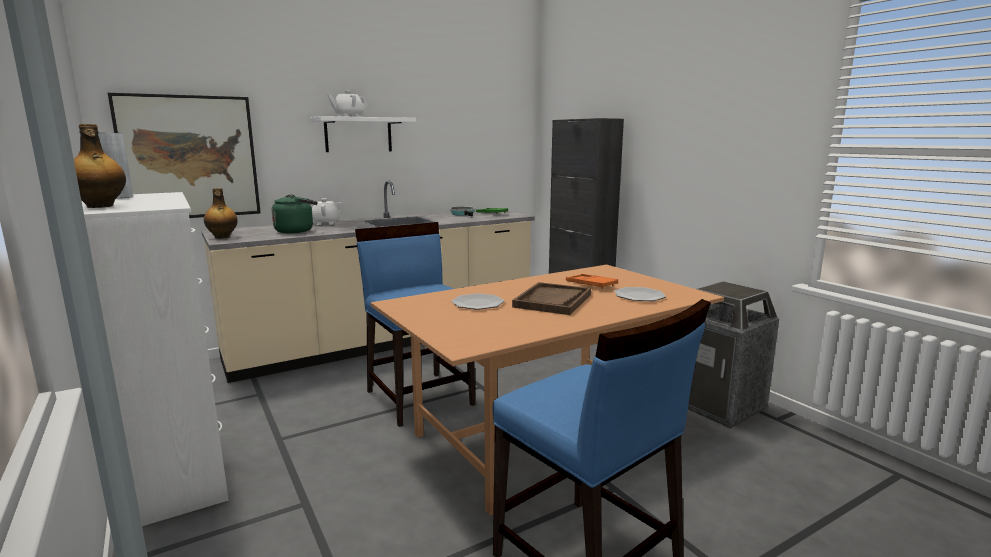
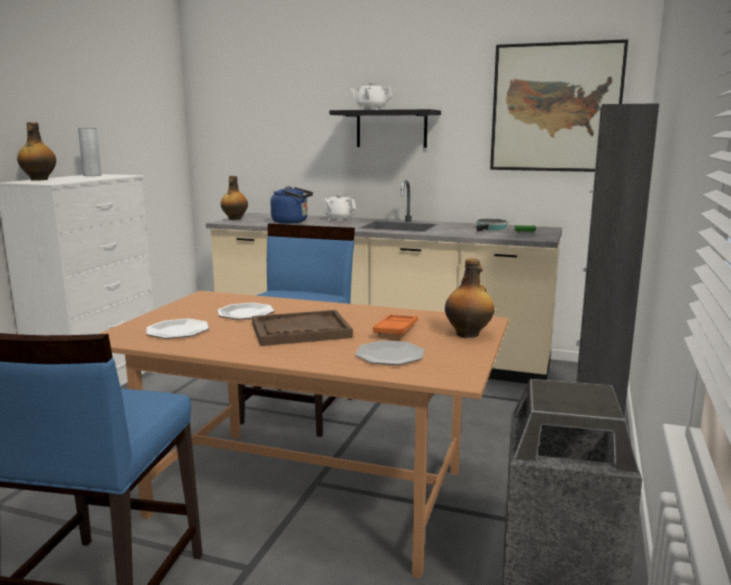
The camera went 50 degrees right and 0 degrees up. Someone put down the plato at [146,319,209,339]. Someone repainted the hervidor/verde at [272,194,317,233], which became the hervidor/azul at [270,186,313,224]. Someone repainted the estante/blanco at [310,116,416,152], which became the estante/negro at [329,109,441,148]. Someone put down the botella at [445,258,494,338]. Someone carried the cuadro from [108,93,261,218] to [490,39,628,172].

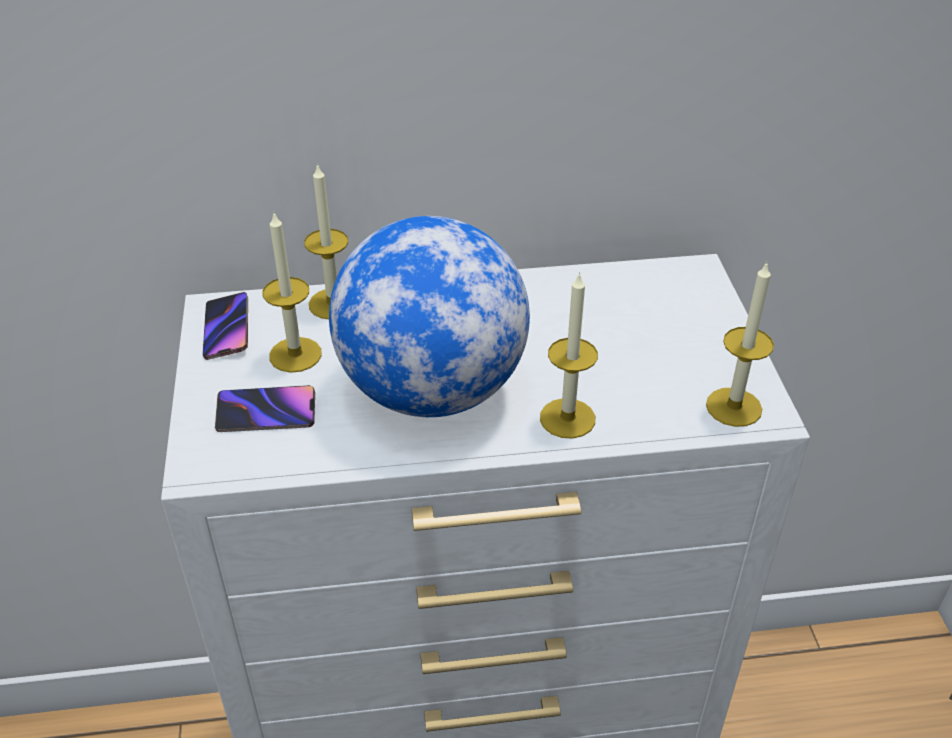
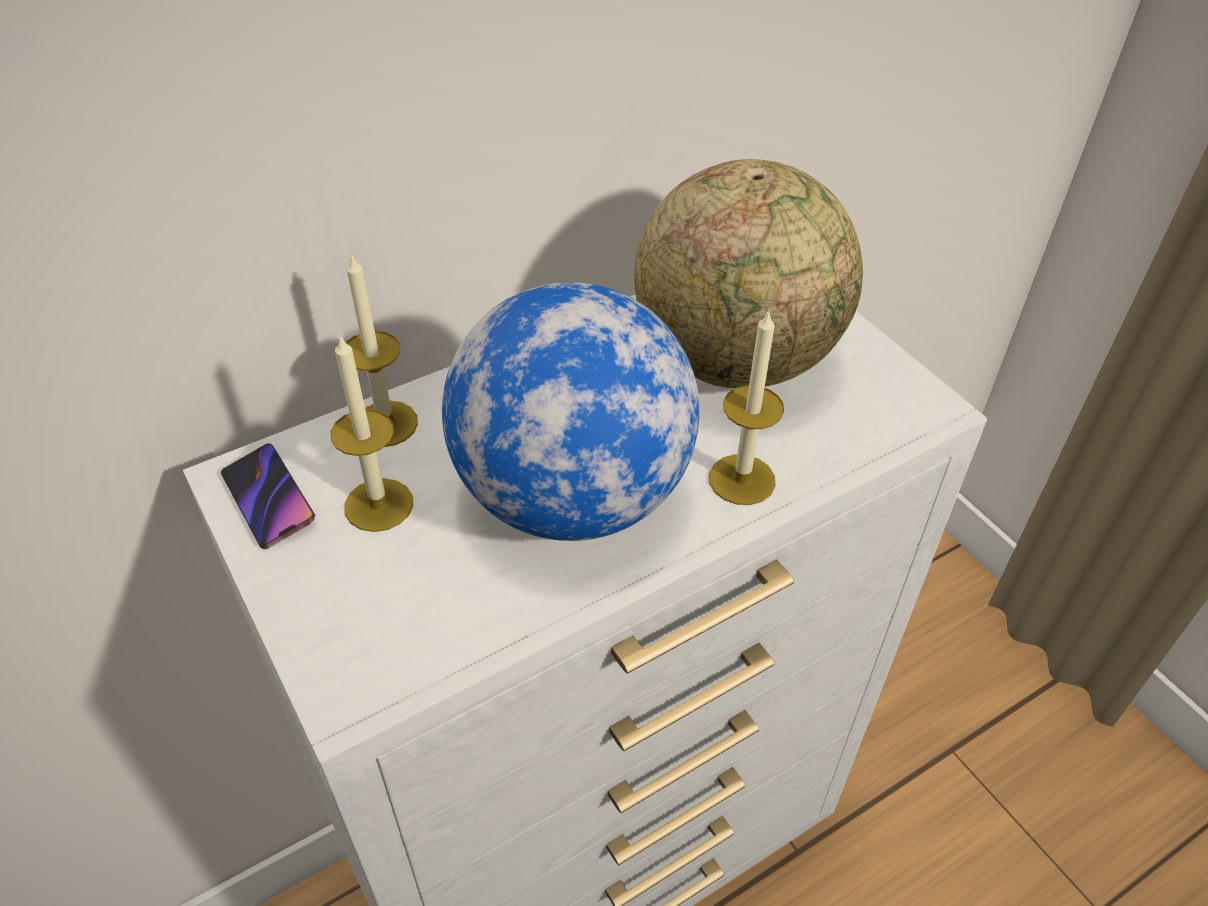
The camera went 25 degrees left and 5 degrees up. Someone put down the globo terráqueo at [634,159,863,388]. Someone took away the móvil at [215,385,315,432]. Someone took away the vela at [706,262,774,427].

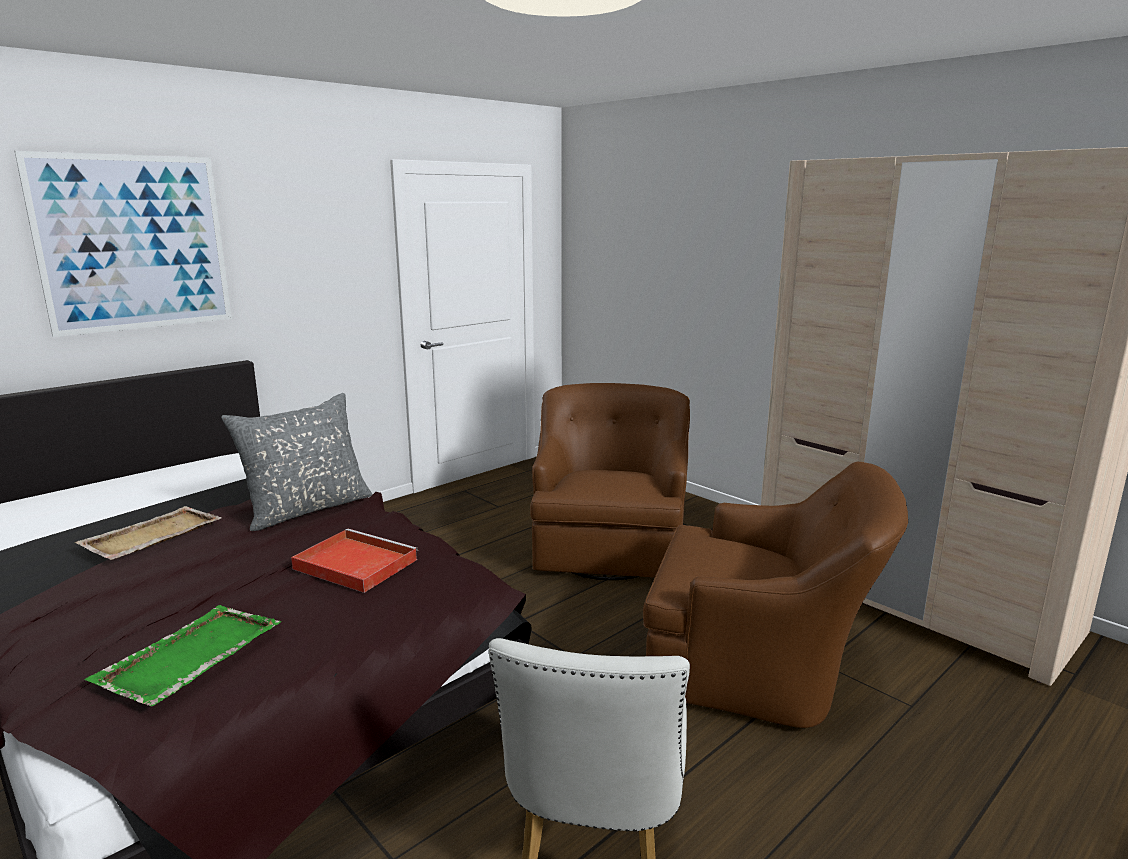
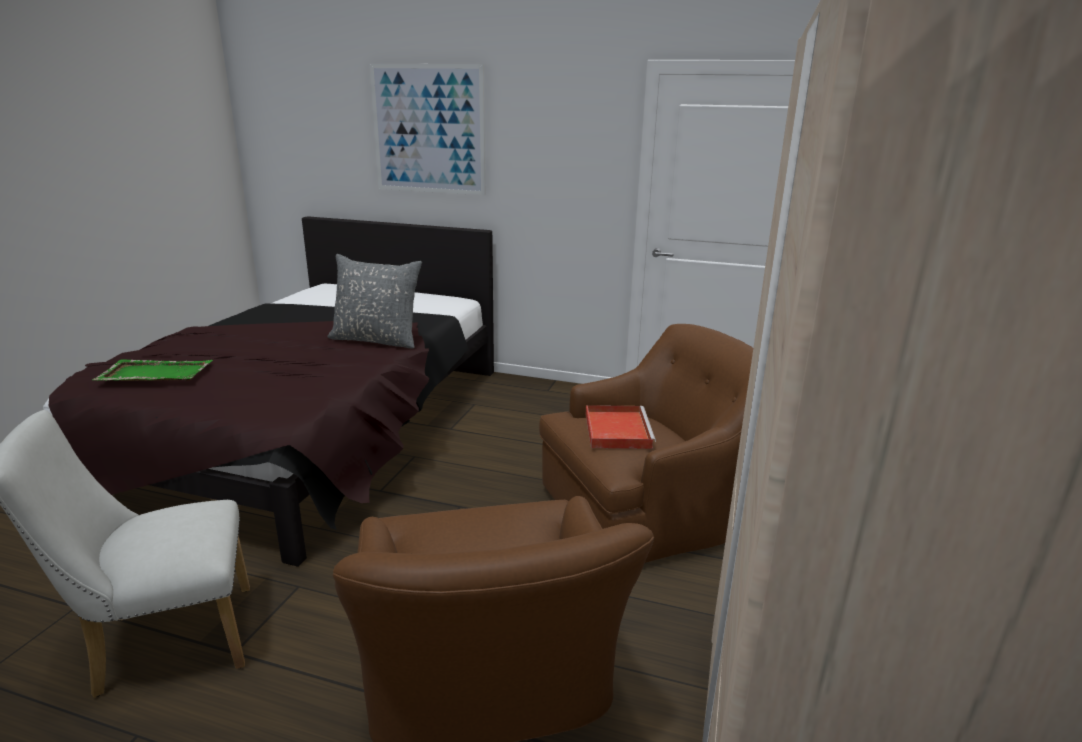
The camera went 60 degrees right and 5 degrees up. Someone carried the bandeja/rojo from [291,529,418,593] to [586,405,656,449]. Someone took away the bandeja/beis at [75,506,222,560].

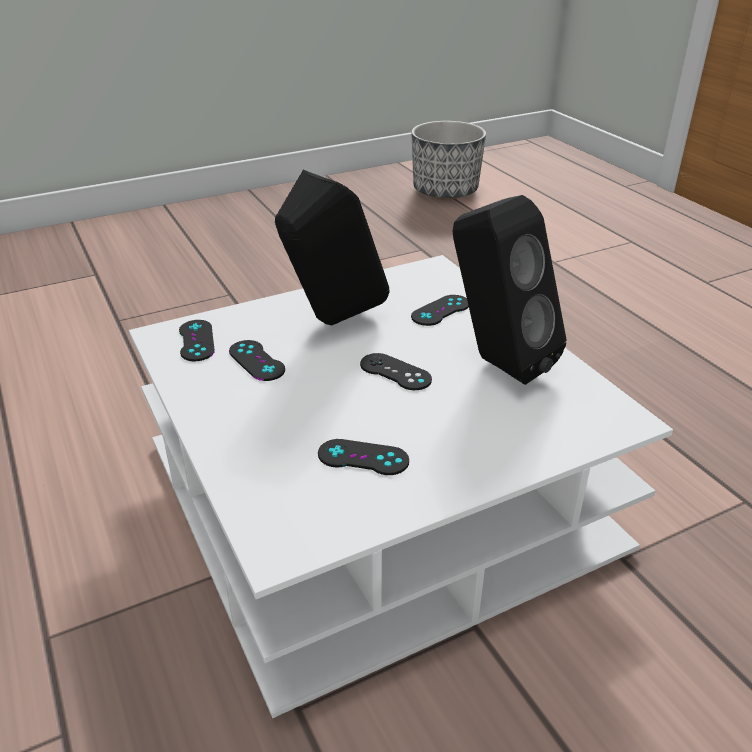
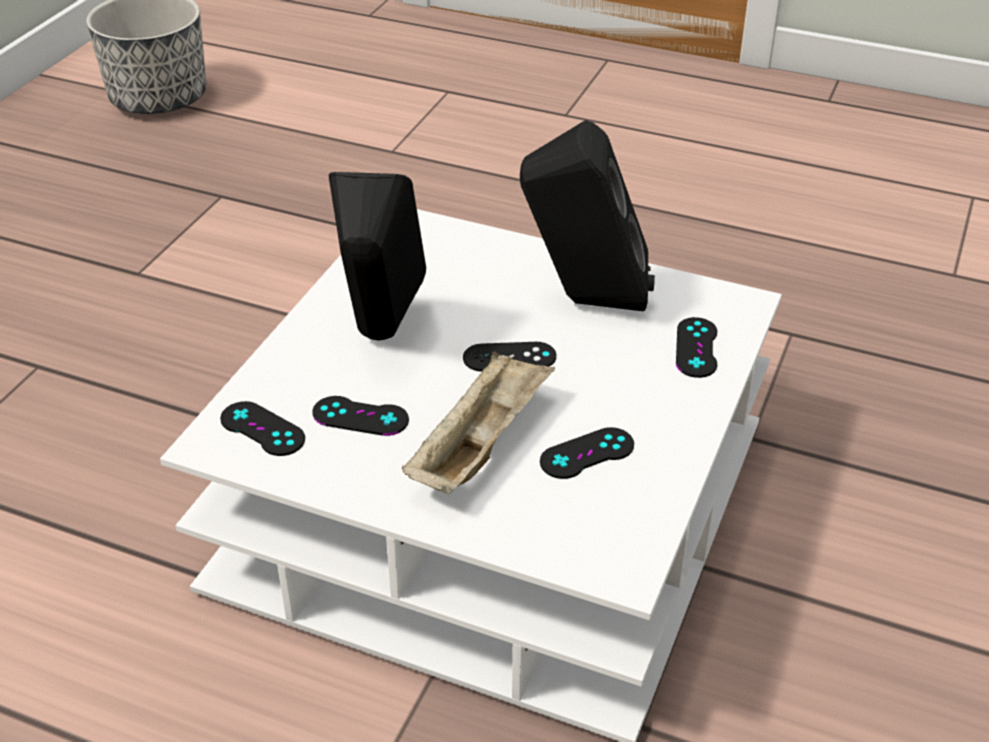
The camera went 40 degrees left and 5 degrees up. Someone put down the bandeja/beis at [402,351,555,494]. Someone carried the mando de consola/negro from [411,295,469,326] to [676,317,717,378].

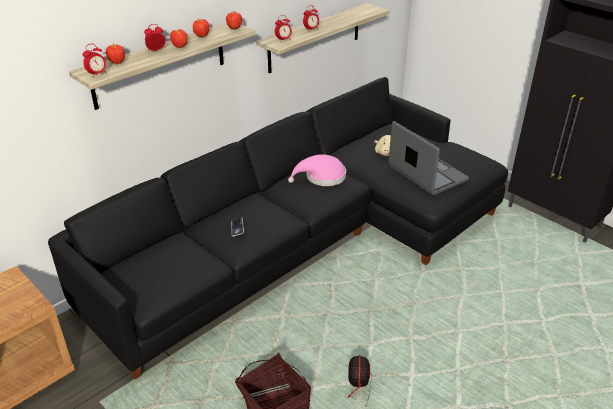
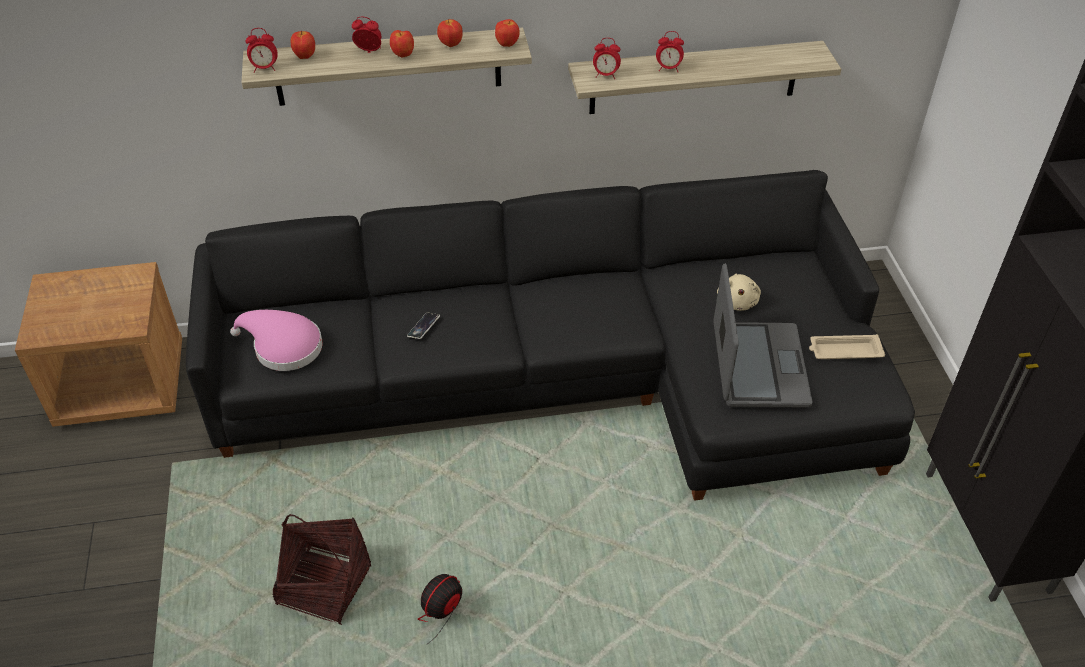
The camera went 35 degrees right and 10 degrees up. Someone carried the sombrero/rosa from [288,154,346,186] to [230,310,322,371]. Someone put down the bandeja/beis at [809,334,885,359].

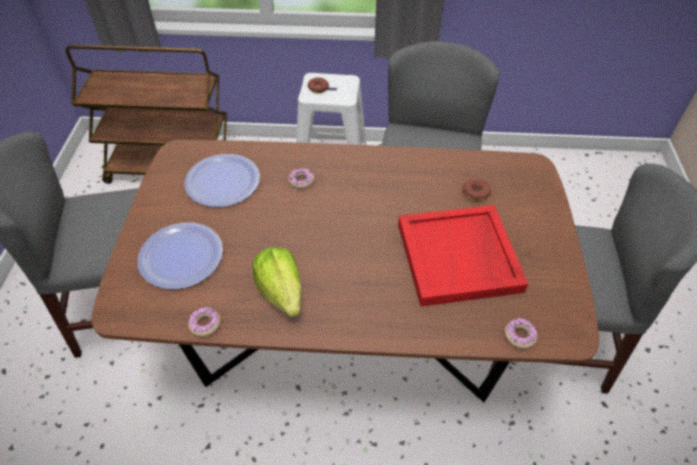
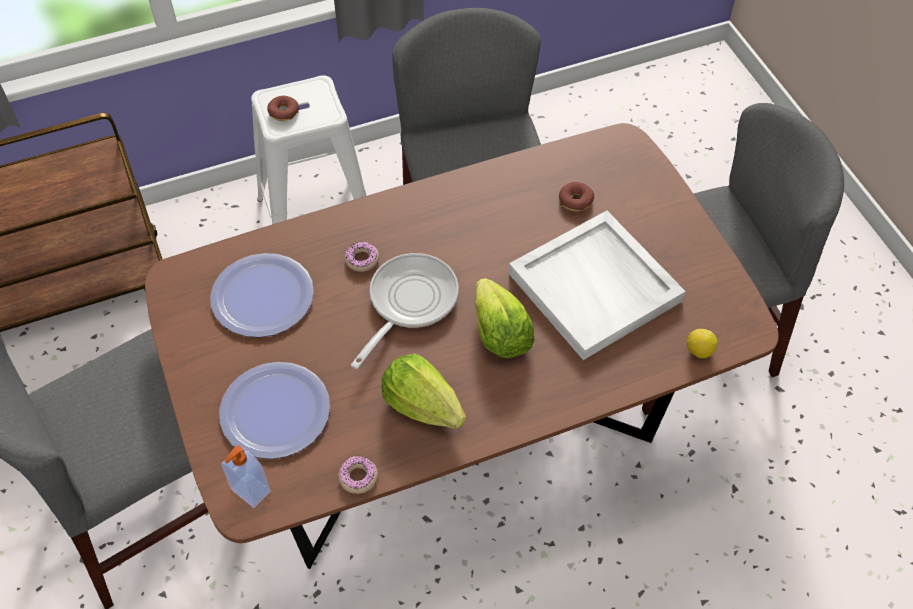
The camera went 25 degrees left and 5 degrees up. Someone put down the dispensador de jabón at [221,445,271,508]. Someone put down the sartén at [351,253,459,369]. Someone put down the lechuga at [475,278,535,358]. Someone repainted the bandeja/rojo at [398,205,528,307], which became the bandeja/blanco at [509,211,685,360]. Someone swapped the rosquilla at [505,318,538,349] for the limón at [687,329,718,358].

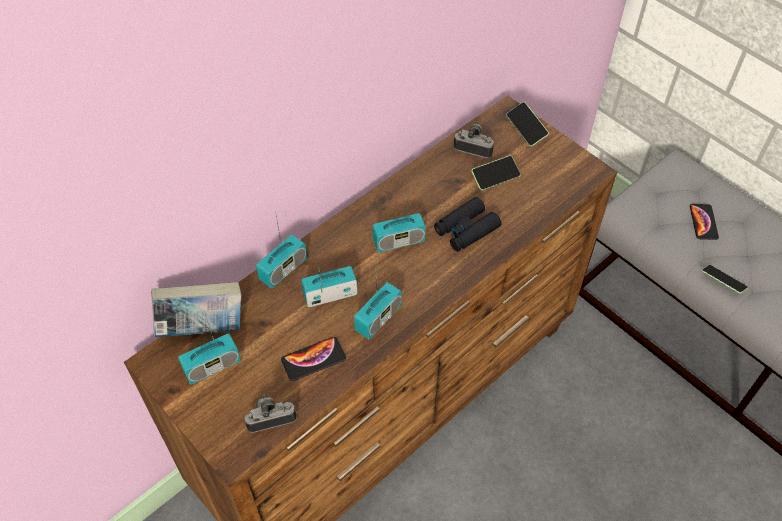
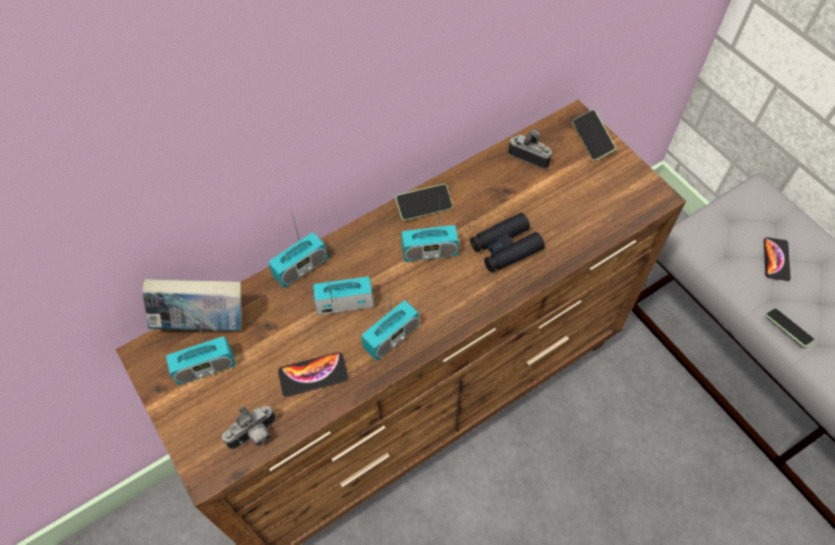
The camera went 10 degrees right and 5 degrees up. Someone rotated the cámara at [244,394,296,433] by 150 degrees clockwise. Someone carried the móvil from [471,155,521,190] to [395,184,453,221].

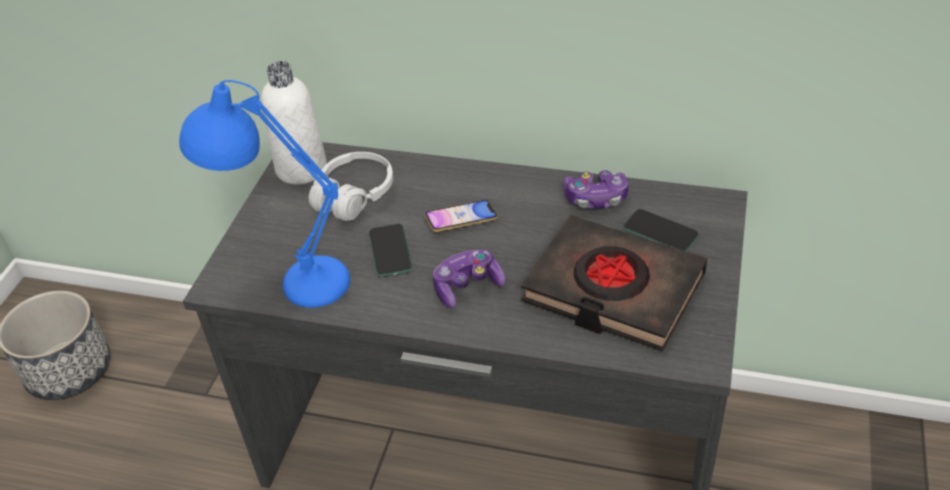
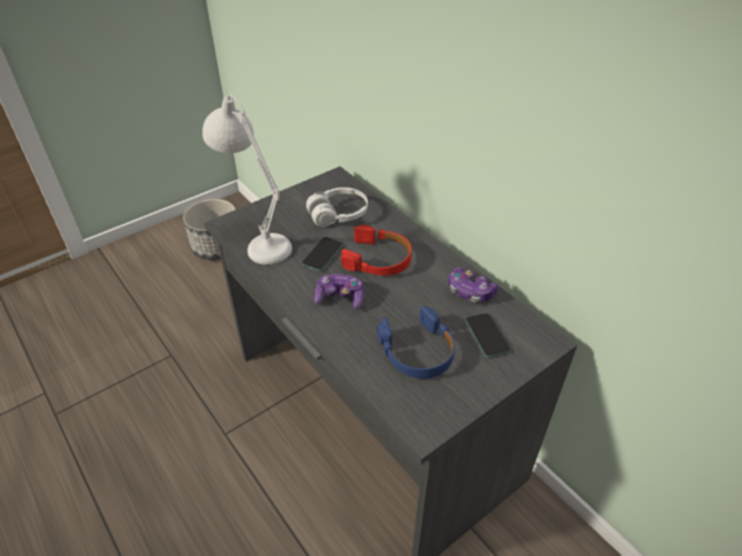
The camera went 35 degrees right and 0 degrees up. Someone repainted the lámpara de mesa/azul at [179,80,350,308], which became the lámpara de mesa/blanco at [202,94,292,265]. Someone swapped the móvil at [424,200,498,232] for the auriculares/rojo at [341,225,412,276]. Someone swapped the libro/negro at [521,215,707,351] for the auriculares/azul at [377,306,455,379]. Someone took away the botella/blanco at [261,61,327,185].

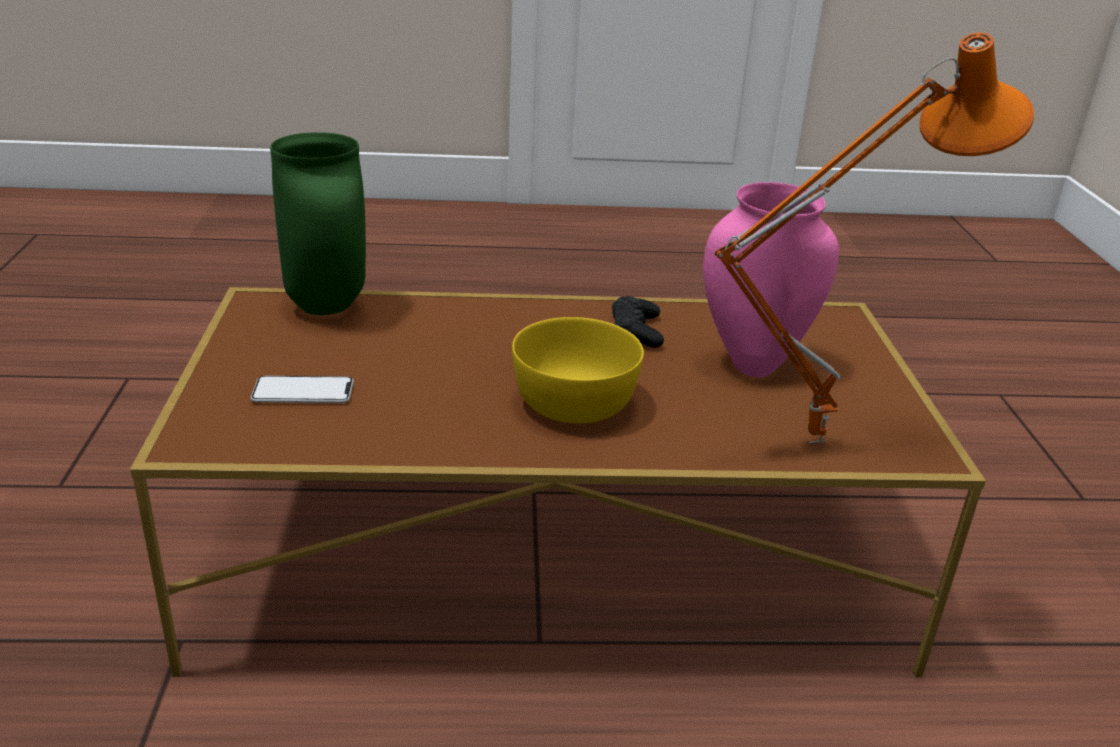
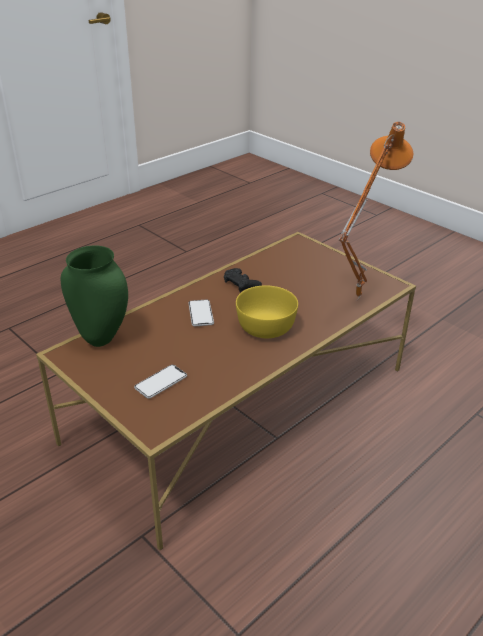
The camera went 40 degrees left and 5 degrees up. Someone put down the móvil at [188,299,214,326]. Someone took away the florero/rosa at [703,182,839,378].

